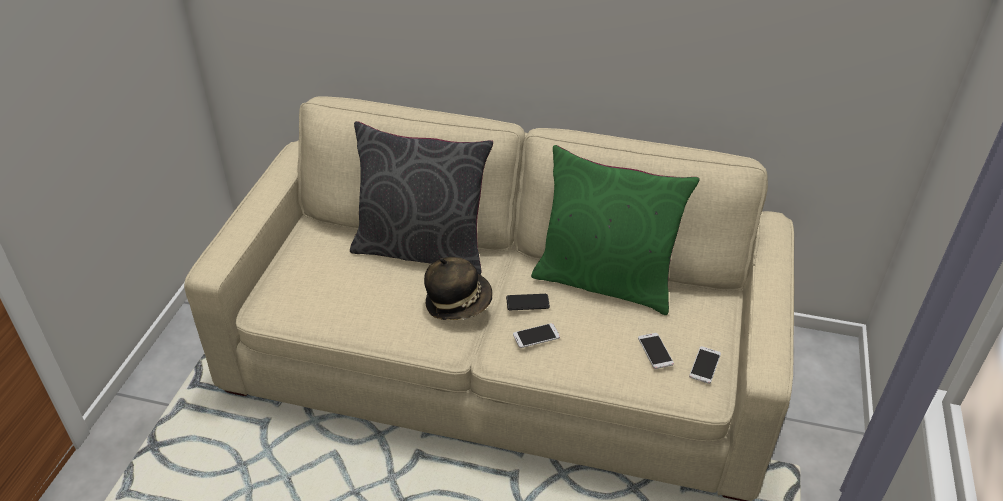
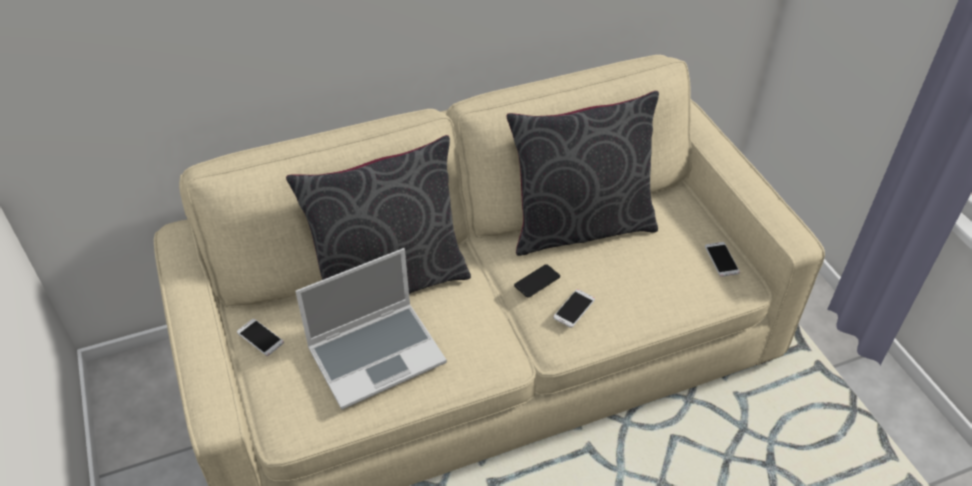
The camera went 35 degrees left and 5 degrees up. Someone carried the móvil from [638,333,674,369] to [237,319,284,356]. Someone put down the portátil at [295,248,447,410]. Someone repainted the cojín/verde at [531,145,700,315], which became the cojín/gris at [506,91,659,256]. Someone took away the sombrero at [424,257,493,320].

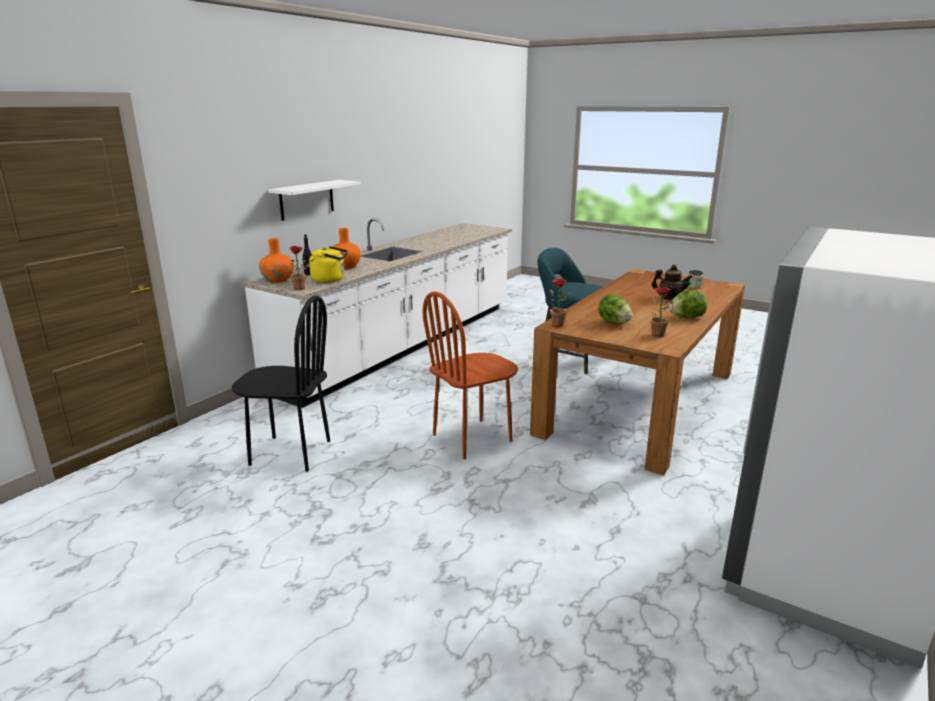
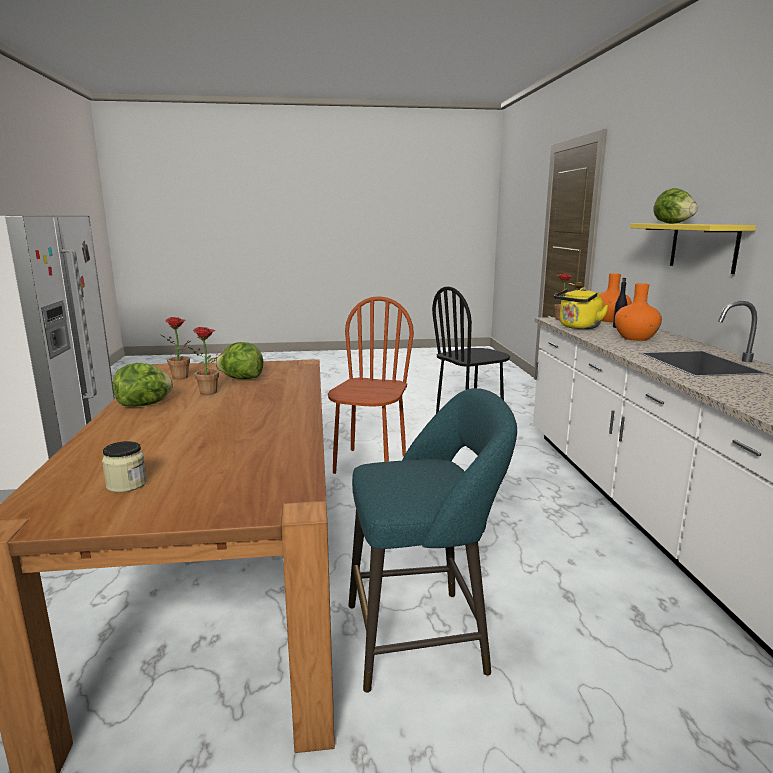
The camera went 140 degrees right and 5 degrees down. Someone carried the planta en maceta from [550,279,571,327] to [188,327,225,395]. Someone repainted the estante/blanco at [269,180,360,221], which became the estante/amarillo at [630,223,756,274]. Someone put down the lechuga at [653,188,698,223]. Someone took away the tetera at [651,264,693,300].

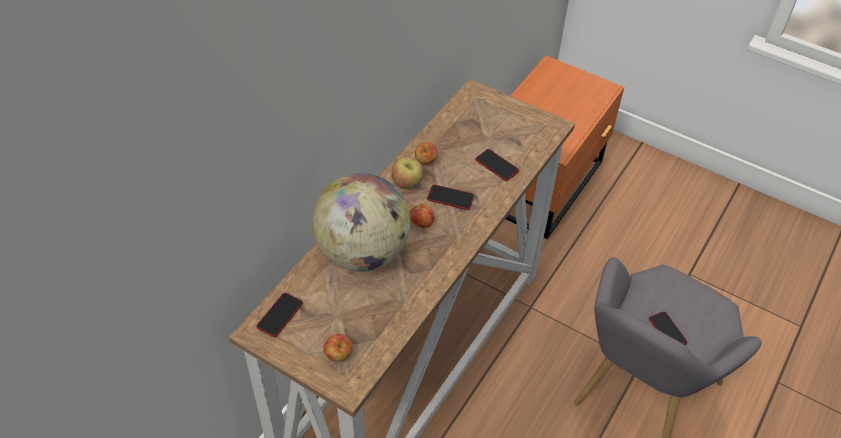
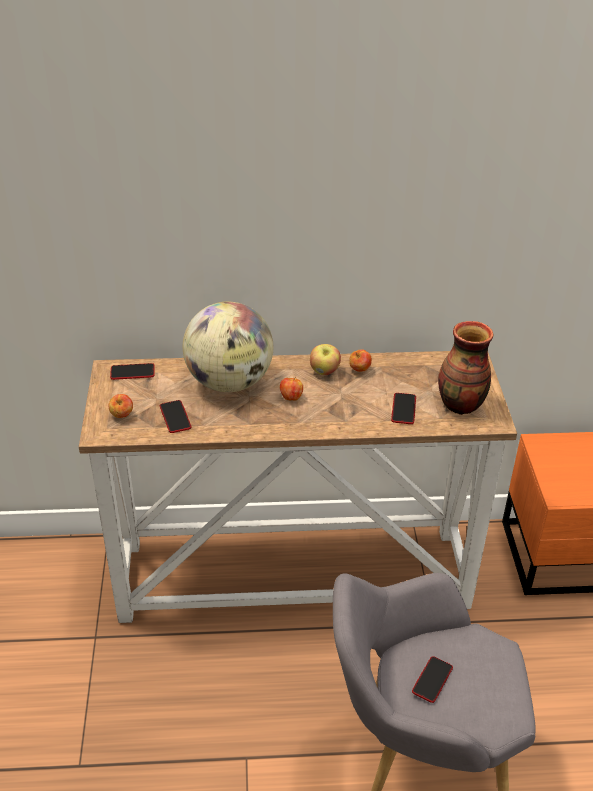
The camera went 55 degrees right and 10 degrees down. Someone carried the móvil from [427,185,474,210] to [160,400,192,433]. Someone put down the florero at [438,321,493,415].

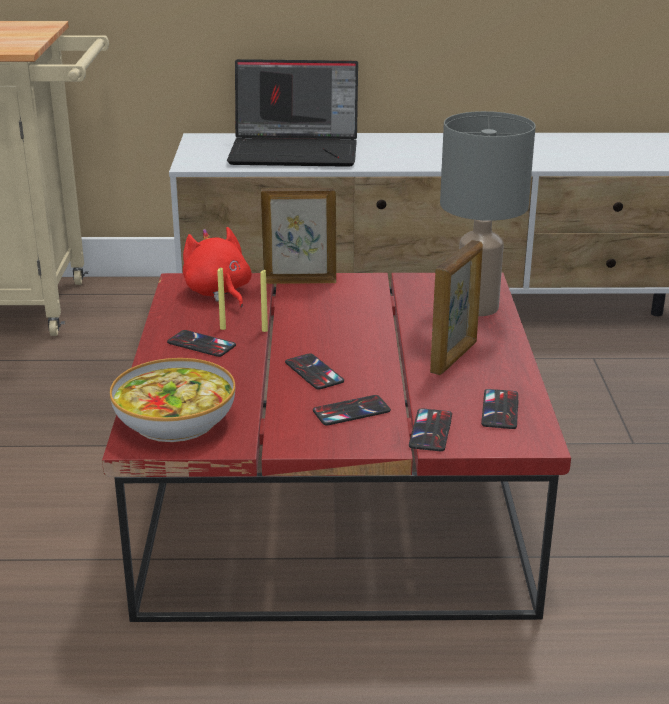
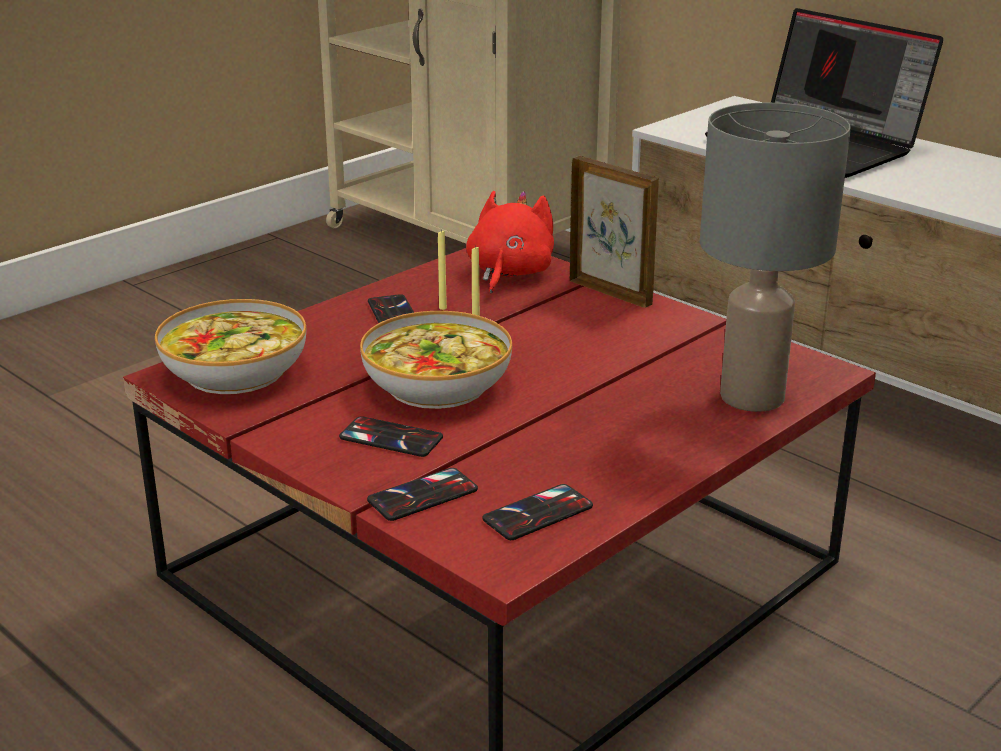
The camera went 45 degrees right and 0 degrees up. Someone swapped the móvil at [285,353,344,390] for the cuenco at [360,311,512,409]. Someone took away the portarretratos at [430,240,483,375].

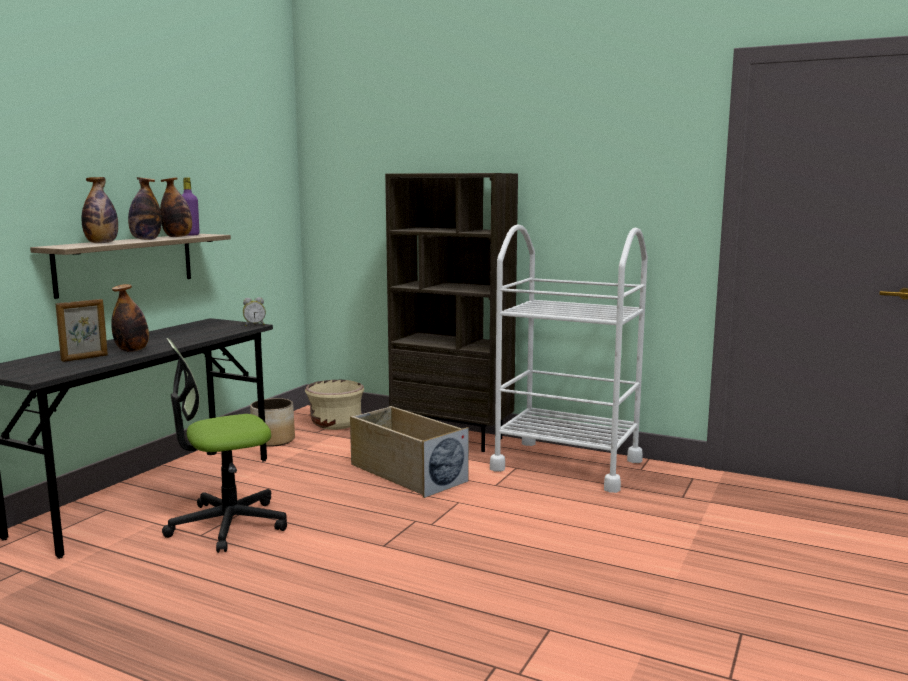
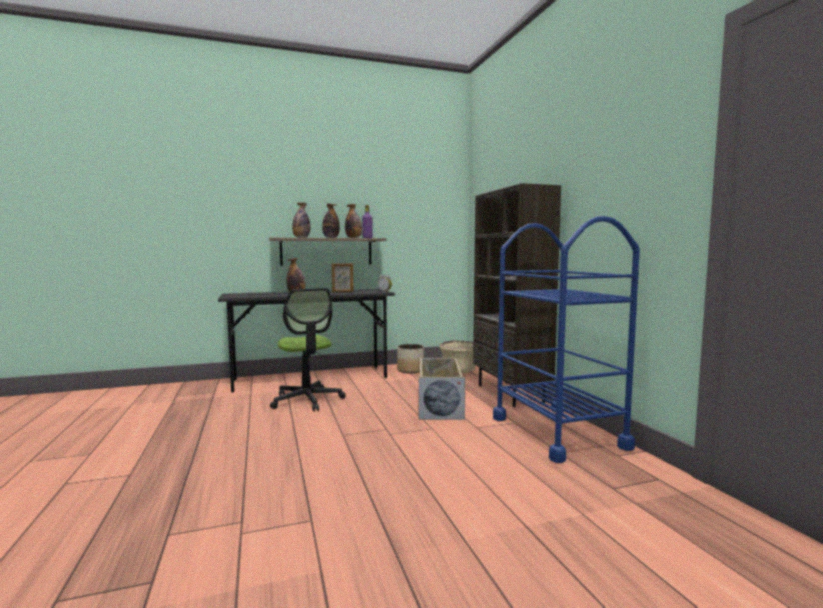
The camera went 45 degrees right and 5 degrees down. Someone rotated the silla de oficina at [162,338,287,553] by 135 degrees counterclockwise. Someone carried the portarretratos from [56,299,108,362] to [332,263,353,292]. Someone repainted the carrito/blanco at [490,224,648,493], which became the carrito/azul at [493,216,640,463].

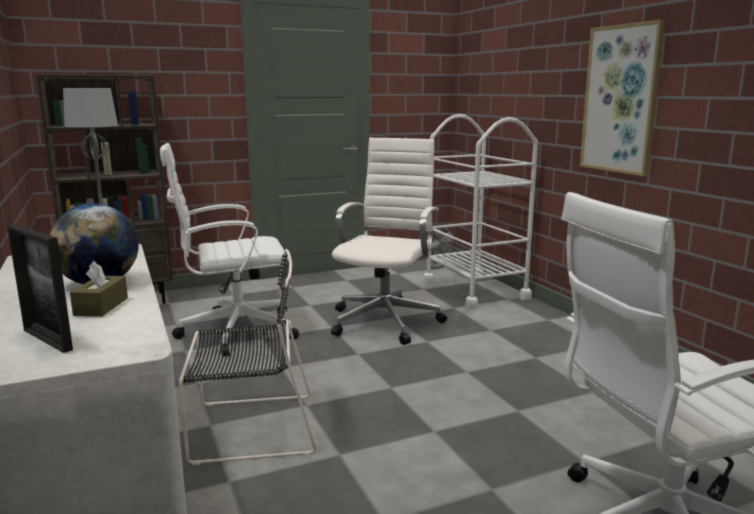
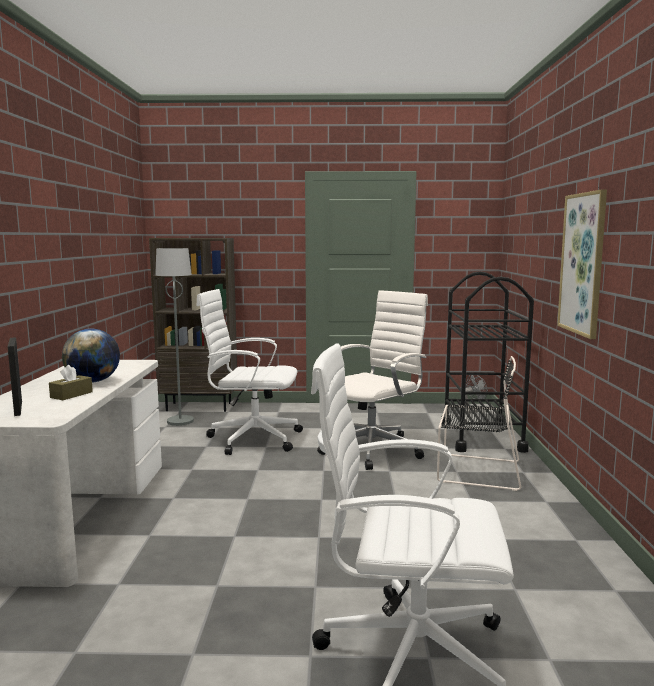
The camera went 25 degrees right and 5 degrees down. Someone carried the silla/negro from [179,249,316,465] to [437,356,521,491]. Someone repainted the carrito/blanco at [423,114,538,310], which became the carrito/negro at [441,271,534,453].

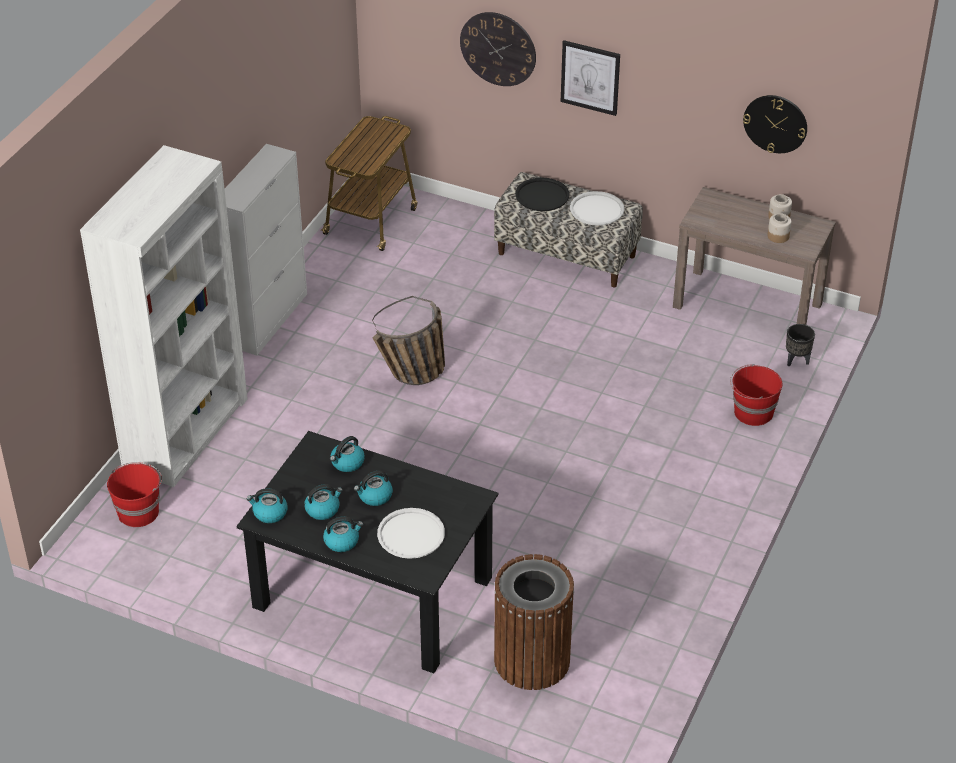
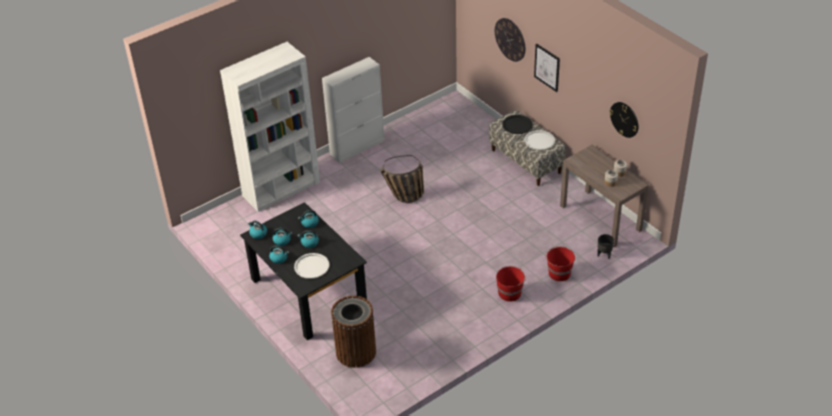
The camera went 30 degrees right and 0 degrees up. Someone carried the cubo/rojo from [107,462,162,527] to [496,266,526,302]. Someone took away the carrito at [321,116,418,251].

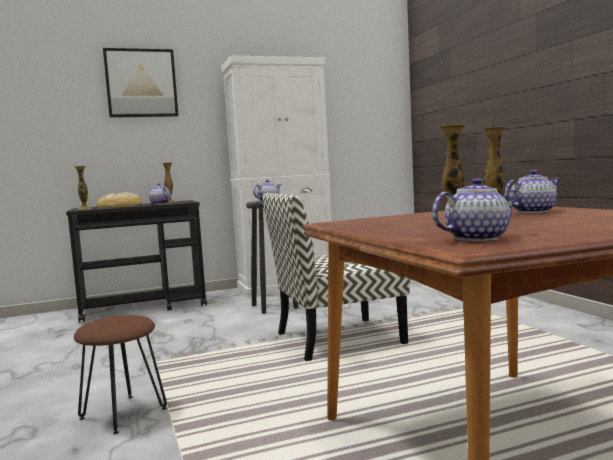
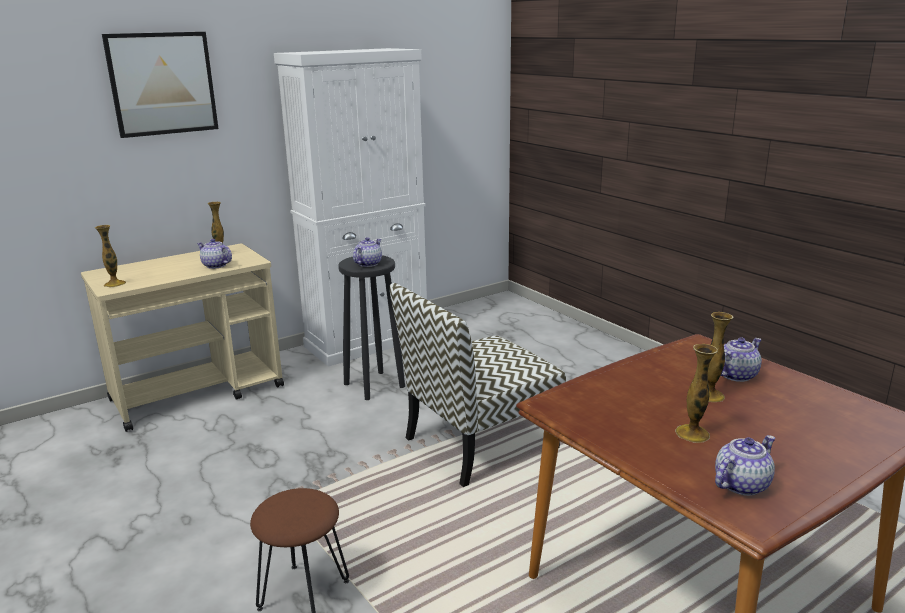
The camera went 15 degrees left and 15 degrees up. Someone repainted the carrito/negro at [66,200,207,323], which became the carrito/beis at [81,243,284,432]. Someone took away the pan at [96,193,142,208].

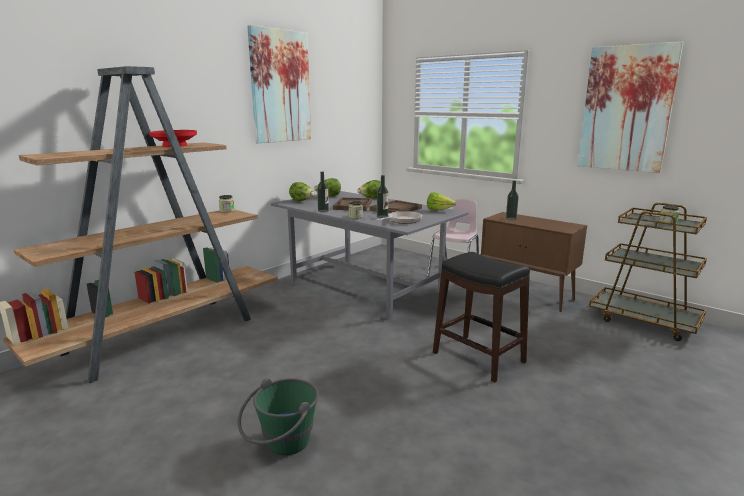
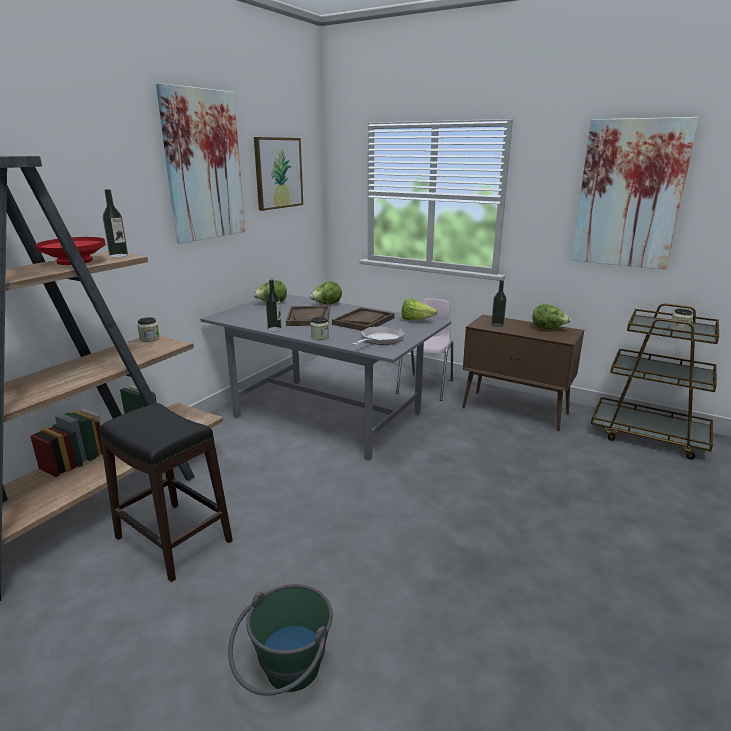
The camera went 10 degrees left and 5 degrees up. Someone carried the taburete/negro from [433,252,530,383] to [99,403,233,582]. Someone carried the botella from [377,175,388,218] to [103,189,128,257]. Someone put up the cuadro at [254,137,303,211]. Someone carried the lechuga from [289,182,314,201] to [532,305,571,329].

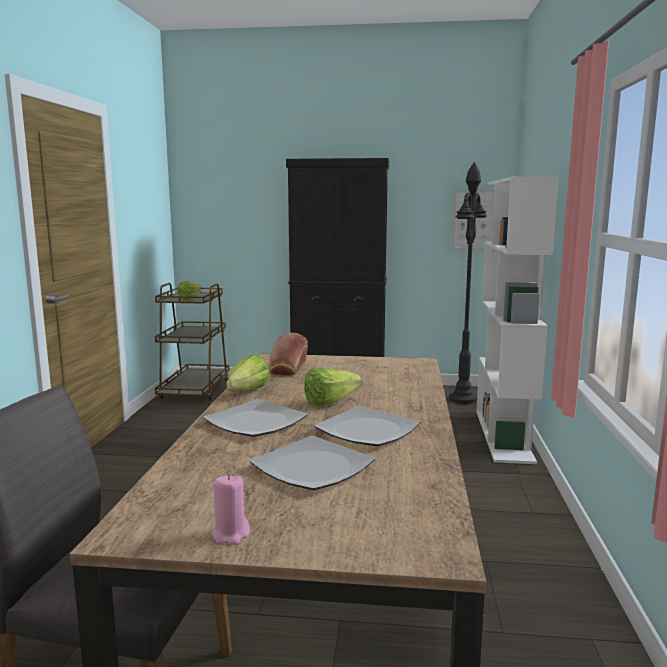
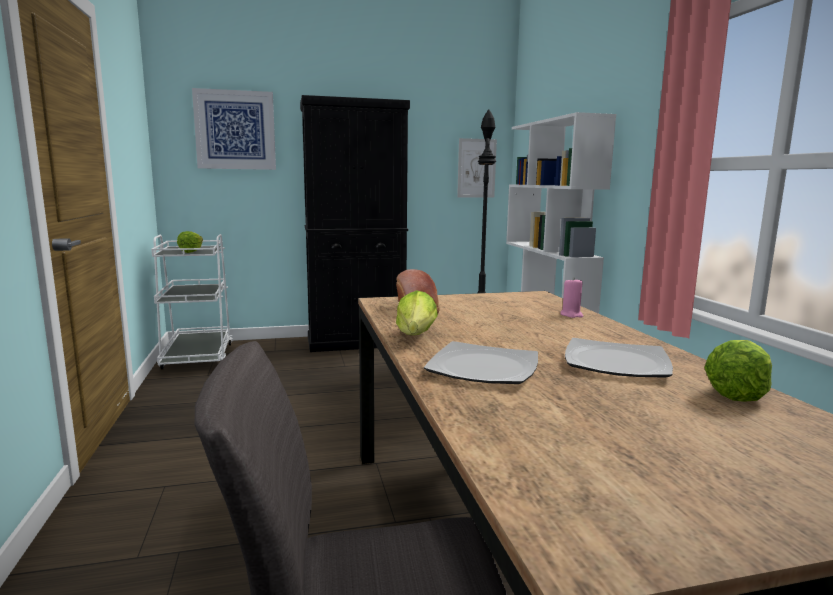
The camera went 20 degrees left and 0 degrees up. Someone repainted the carrito/marrón at [155,283,229,401], which became the carrito/blanco at [151,234,233,370]. Someone put up the cuadro at [192,88,276,170]. Someone carried the vela/rosa from [212,474,250,545] to [560,277,583,318]. Someone carried the lechuga from [304,368,361,406] to [704,340,772,402]. Someone took away the plato at [250,436,375,490].

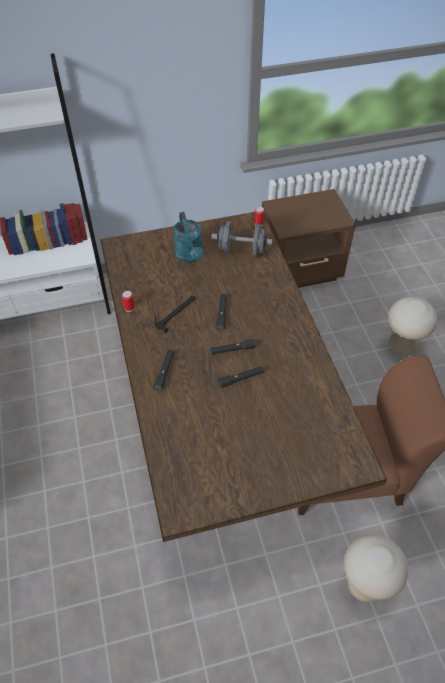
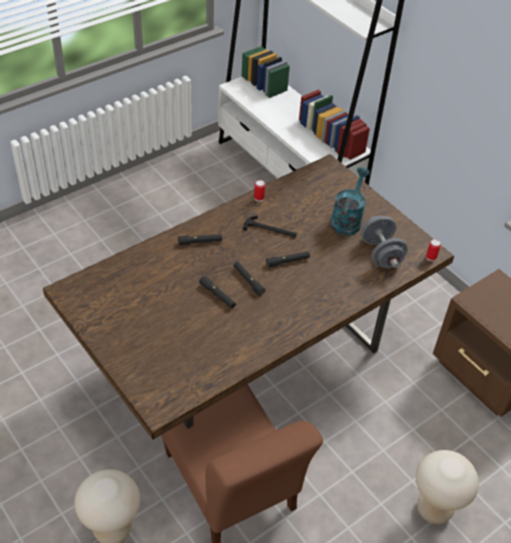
The camera went 65 degrees right and 5 degrees down. Someone rotated the regadera/turquesa at [173,212,204,263] by 150 degrees clockwise.

